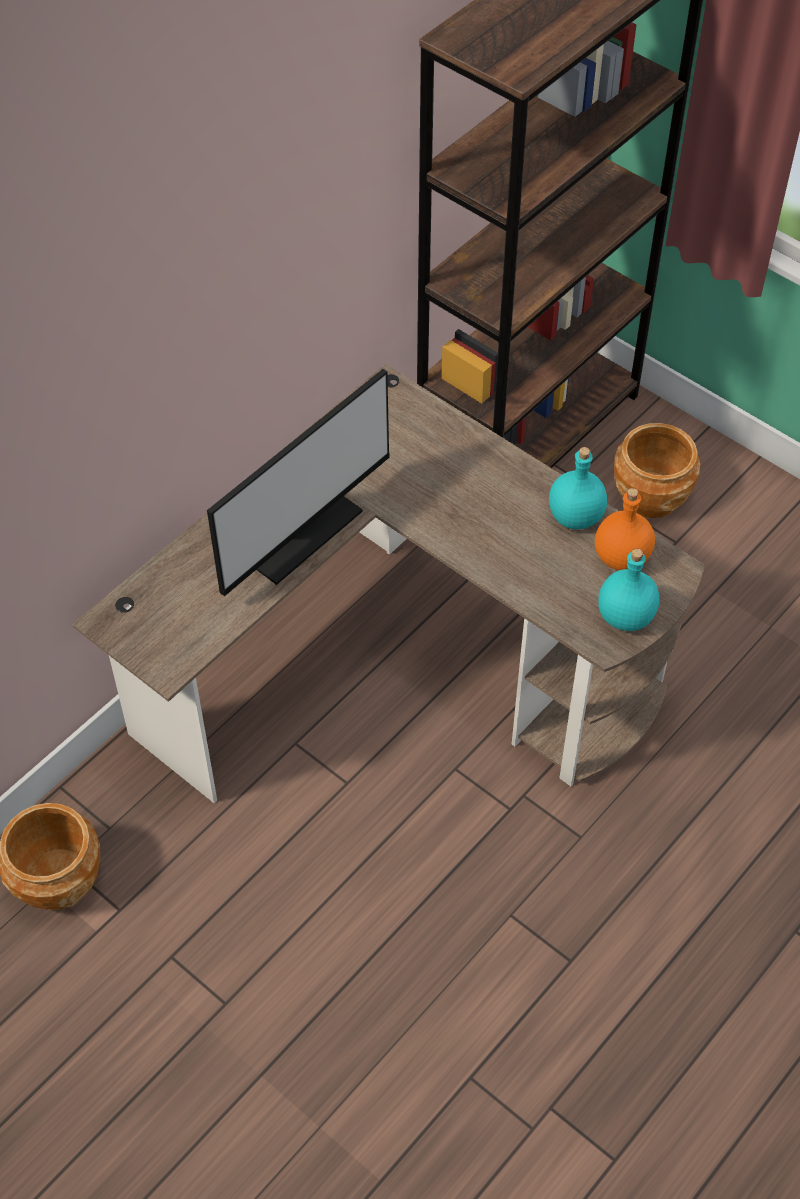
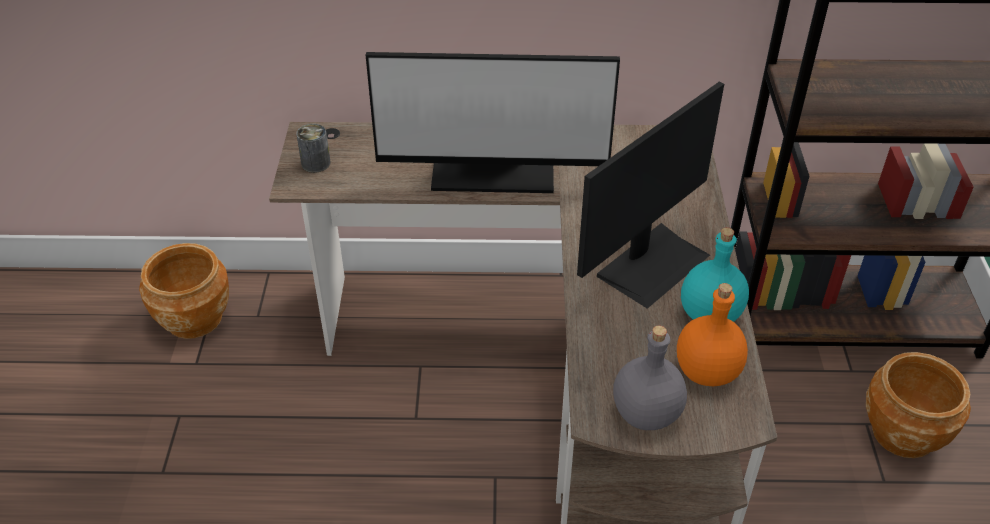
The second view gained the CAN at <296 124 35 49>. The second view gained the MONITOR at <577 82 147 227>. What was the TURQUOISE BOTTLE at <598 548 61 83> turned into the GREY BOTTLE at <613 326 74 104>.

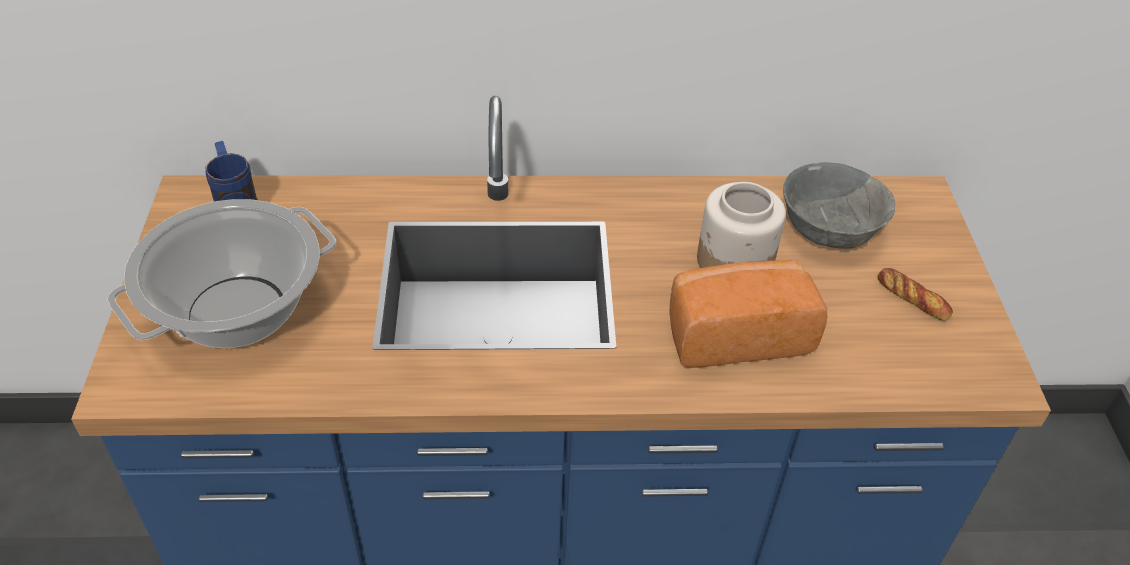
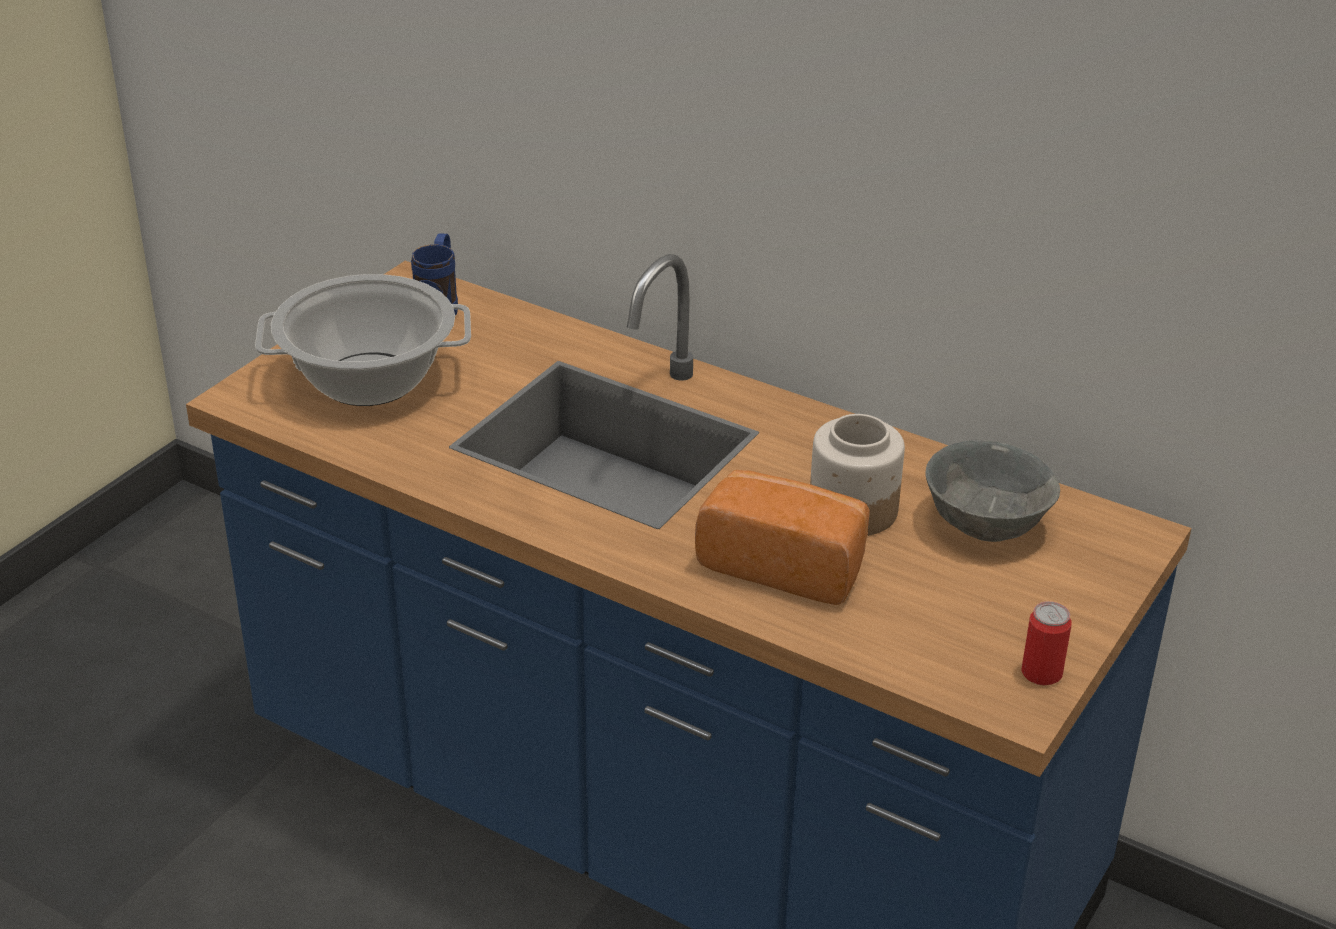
The second view gained the CAN at <1021 601 51 84>. The second view lost the BREAD at <877 268 76 53>.

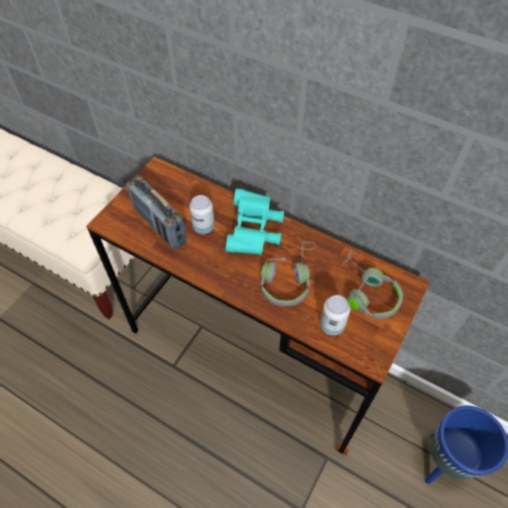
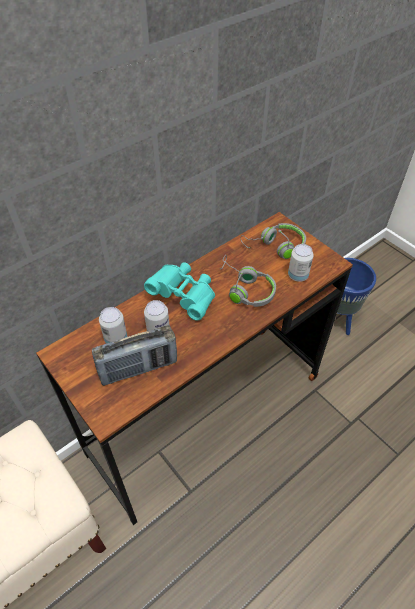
The second view gained the CAN at <99 307 28 37>.

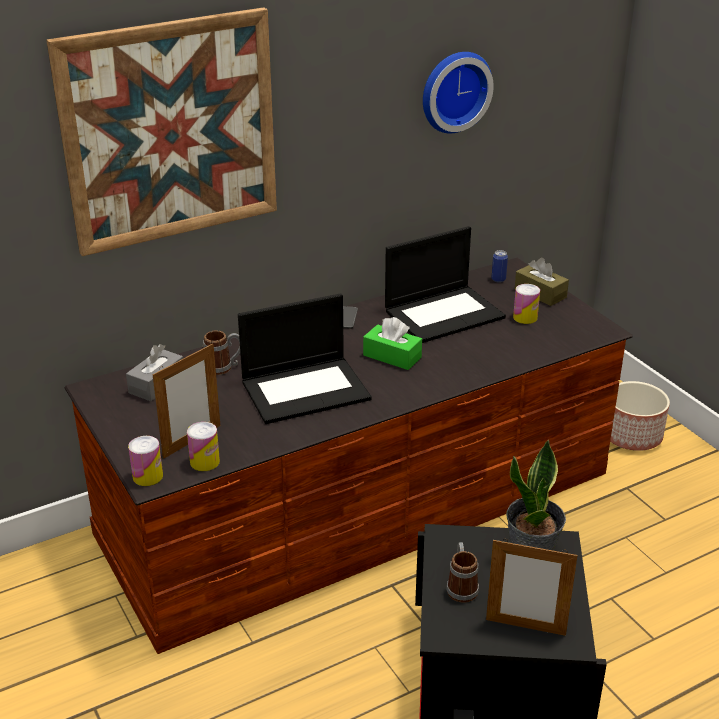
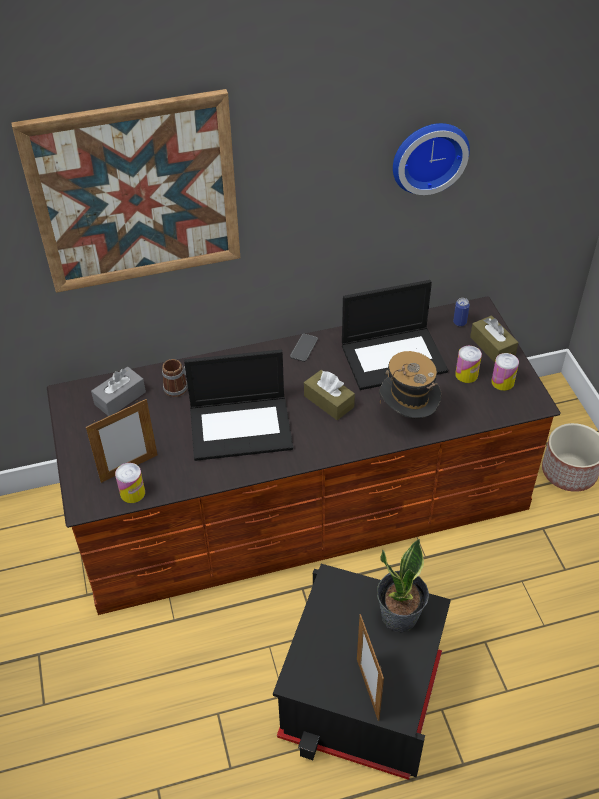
What was the GREEN TISSUE BOX at <363 317 59 53> turned into the BROWN TISSUE BOX at <304 370 51 50>. The PICTURE FRAME at <486 539 92 97> ended up facing another way, 45 degrees clockwise from before. The second view gained the HAT at <379 351 63 67>. The CAN ended up elsewhere, having gone from <128 436 35 50> to <491 353 28 38>. The second view lost the MUG at <447 542 32 61>.

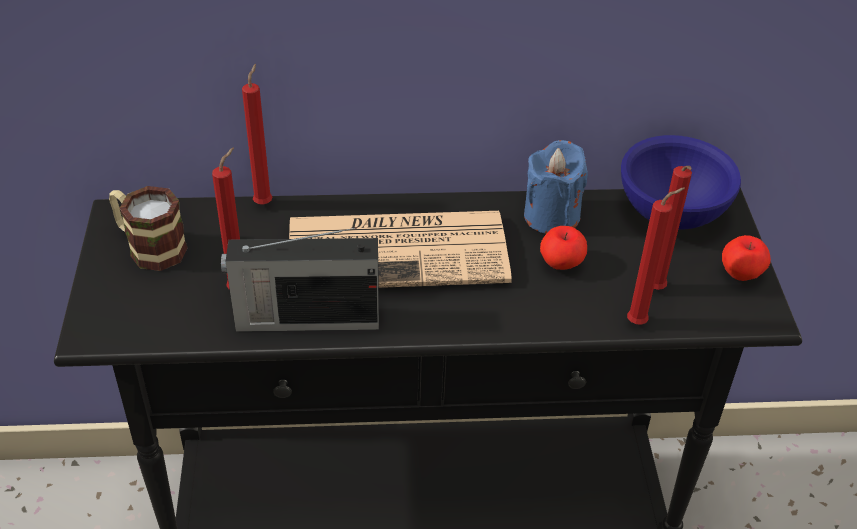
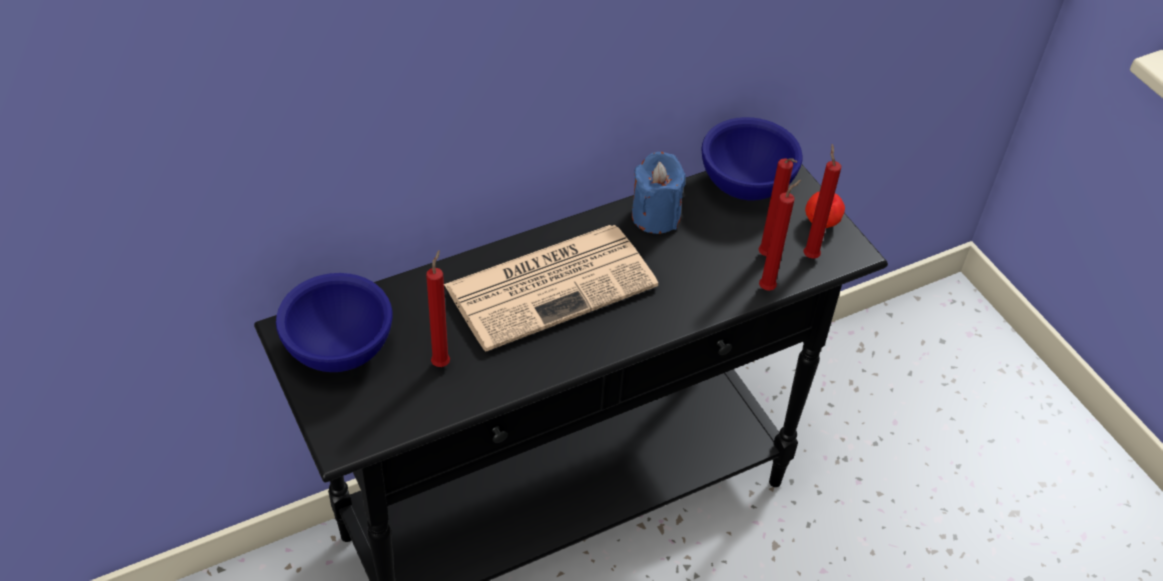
Where the MUG stood at <109 186 79 85>, the BLUE BOWL came to stand at <276 273 116 99>. The RED CANDLE ended up elsewhere, having gone from <242 64 30 141> to <803 144 38 115>. The second view lost the RADIO at <221 227 158 105>. The second view lost the APPLE at <540 226 47 44>.

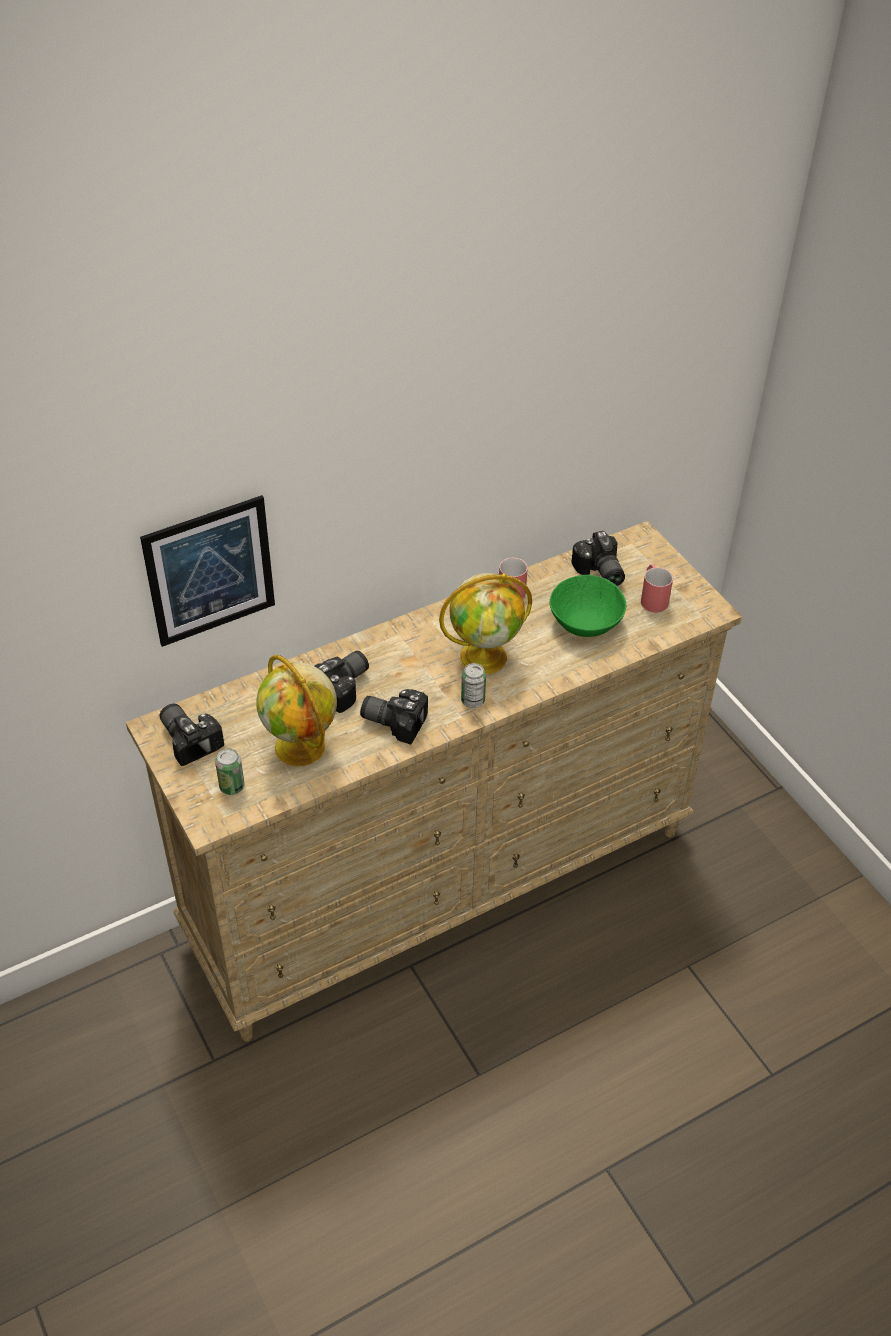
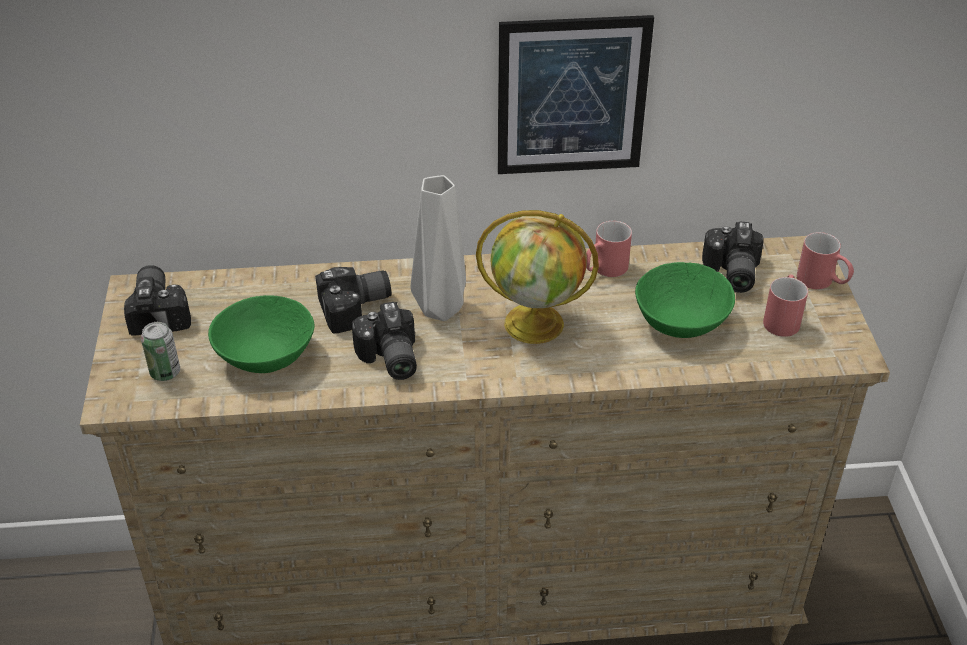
Where the GLOBE stood at <256 655 81 111>, the GREEN BOWL came to stand at <208 295 107 78>. The PHOTO CAMERA at <360 689 68 56> ended up facing another way, 150 degrees counterclockwise from before. The second view gained the GREY VASE at <410 175 56 146>. The PICTURE ended up elsewhere, having gone from <140 495 135 152> to <498 15 156 159>. The second view gained the RED MUG at <797 232 57 57>. The second view lost the CAN at <461 663 25 45>.

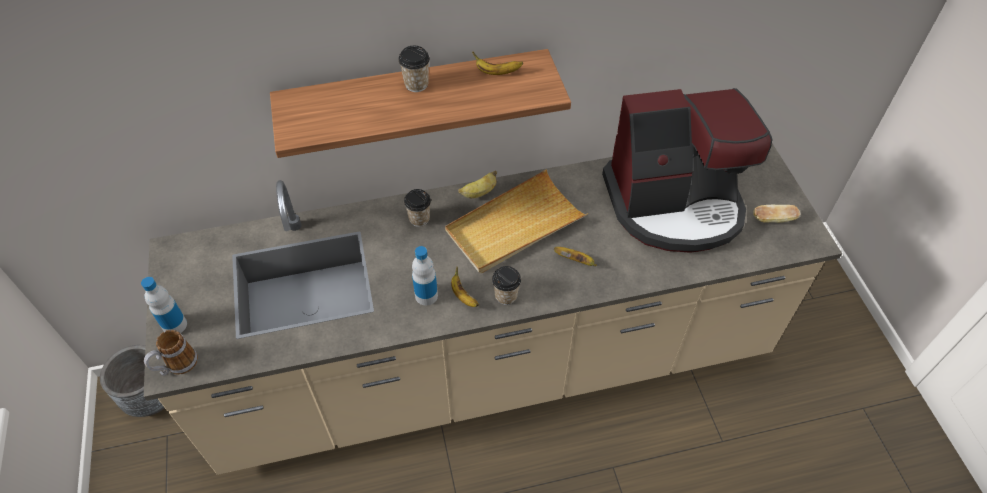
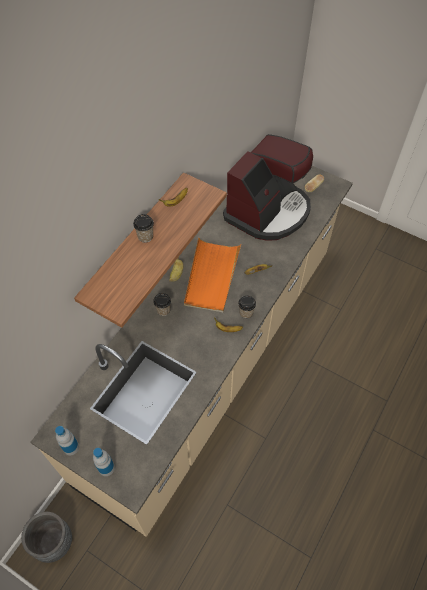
The BOTTLE ended up elsewhere, having gone from <412 246 26 59> to <55 426 24 29>. What was the BEIGE TRAY at <445 169 143 104> turned into the ORANGE TRAY at <184 237 57 75>. The second view lost the MUG at <144 330 54 46>.

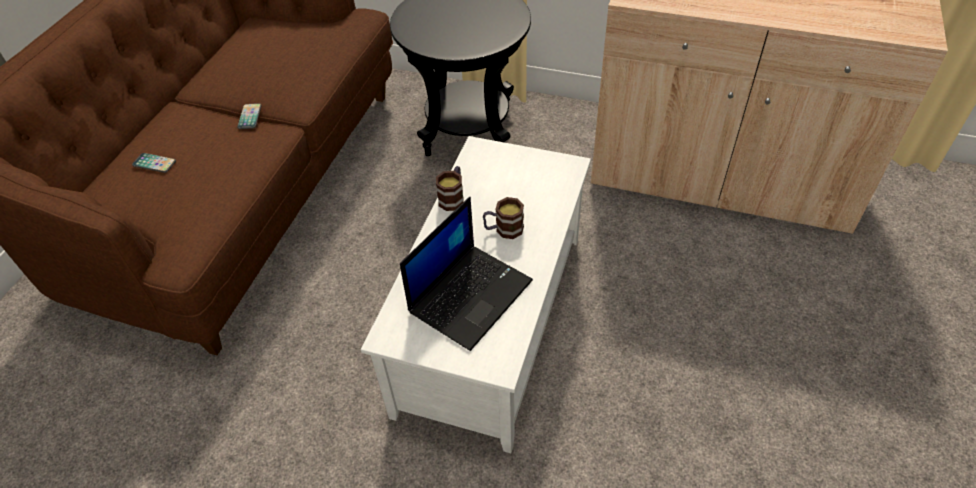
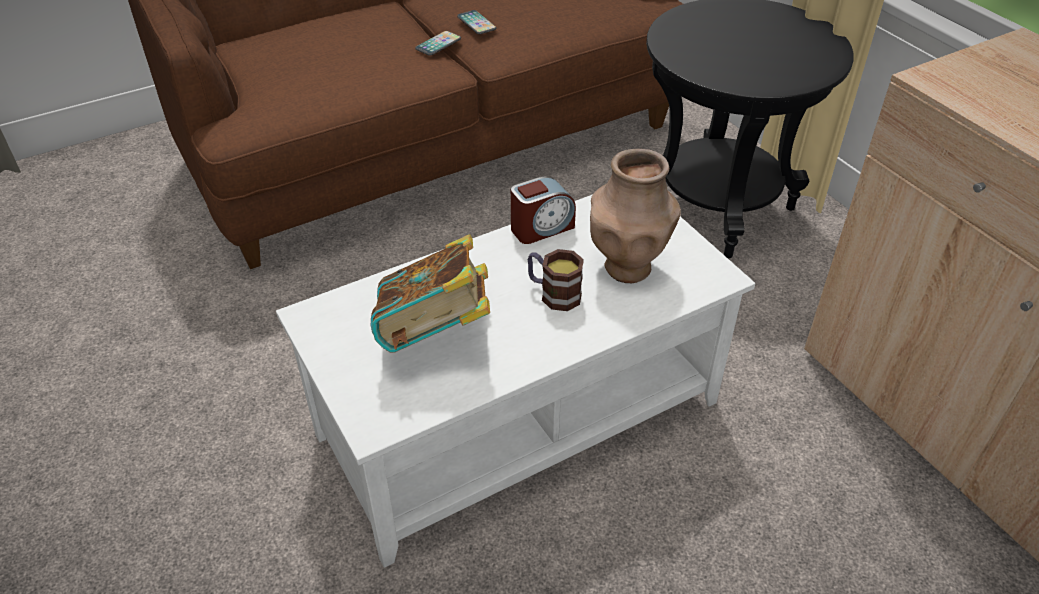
Where the LAPTOP stood at <400 197 133 154>, the BOOK came to stand at <370 234 120 119>. The PHONE ended up elsewhere, having gone from <132 153 44 20> to <457 10 39 24>. Where the MUG stood at <436 166 28 45>, the ALARM CLOCK came to stand at <511 176 65 68>. The second view gained the BROWN VASE at <590 149 91 134>.

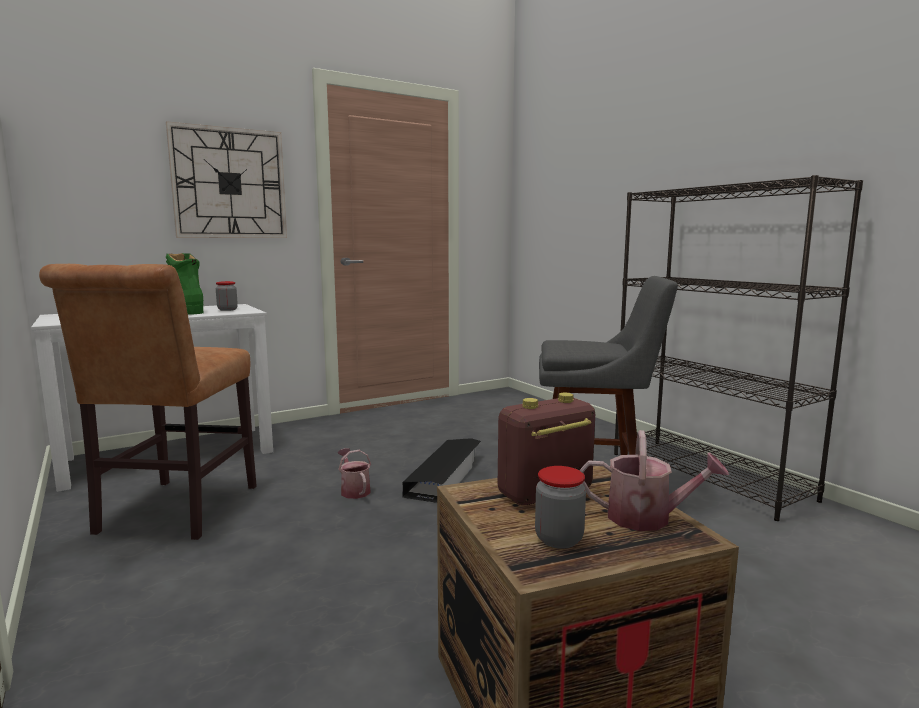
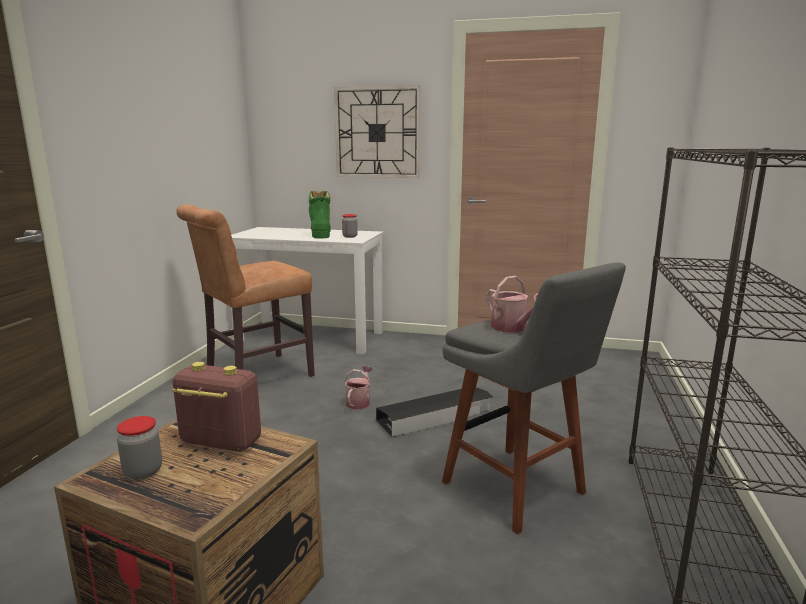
The WATERING CAN ended up elsewhere, having gone from <580 430 149 101> to <486 276 52 56>.

